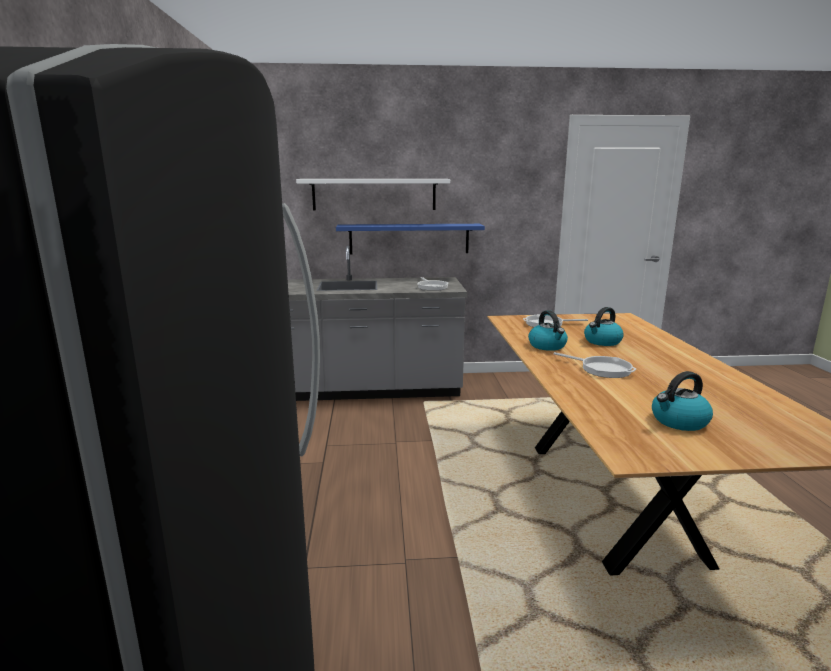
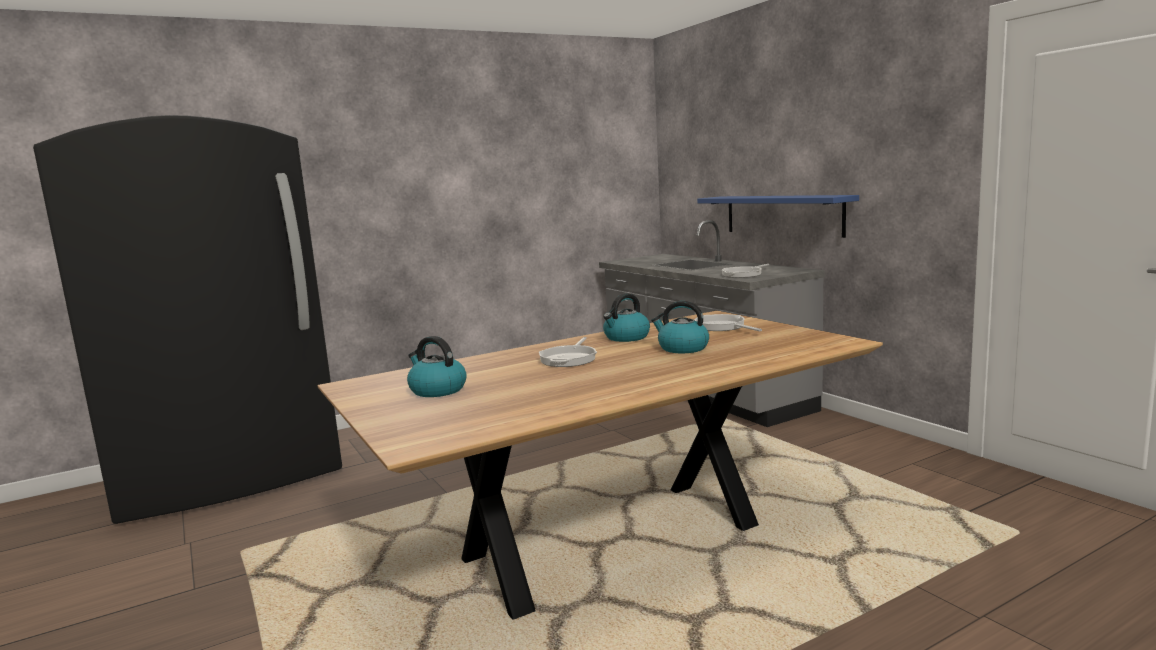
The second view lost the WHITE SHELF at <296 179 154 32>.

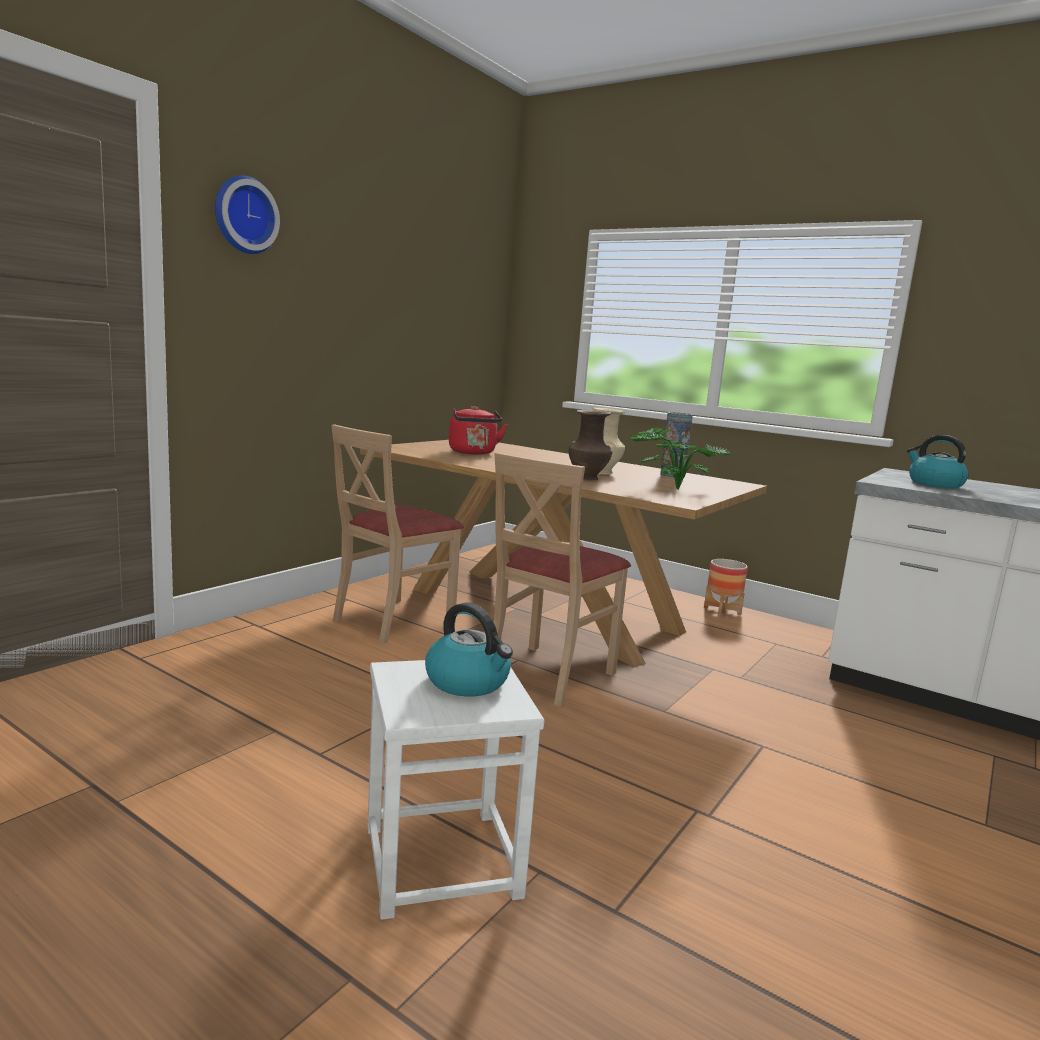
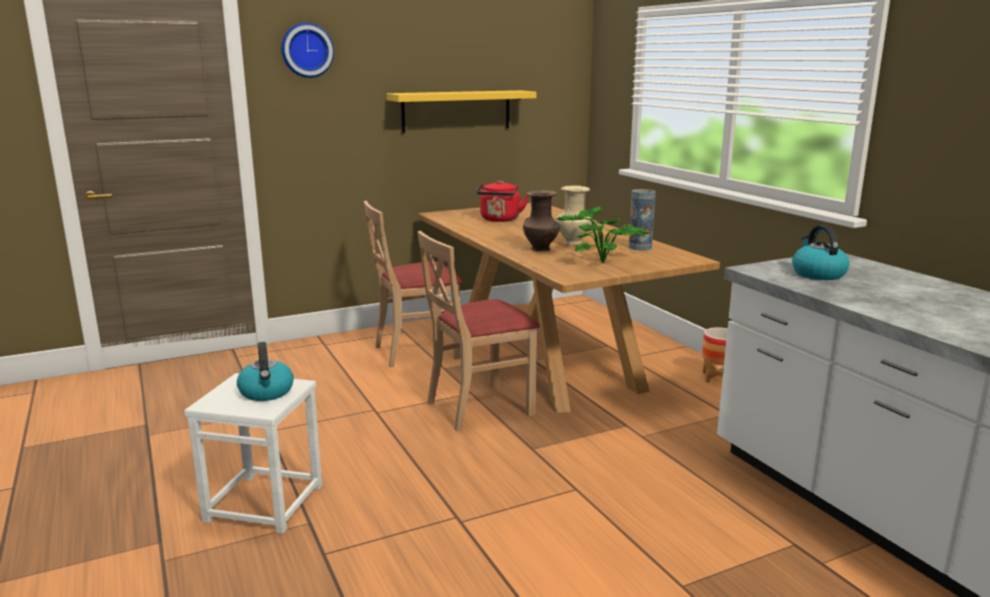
The second view gained the YELLOW SHELF at <387 90 149 43>.

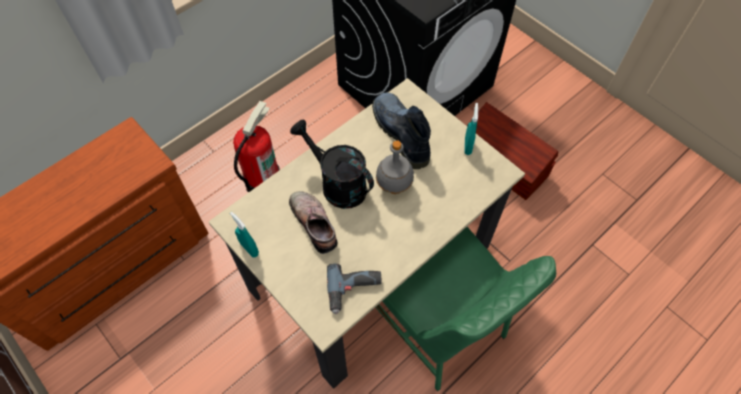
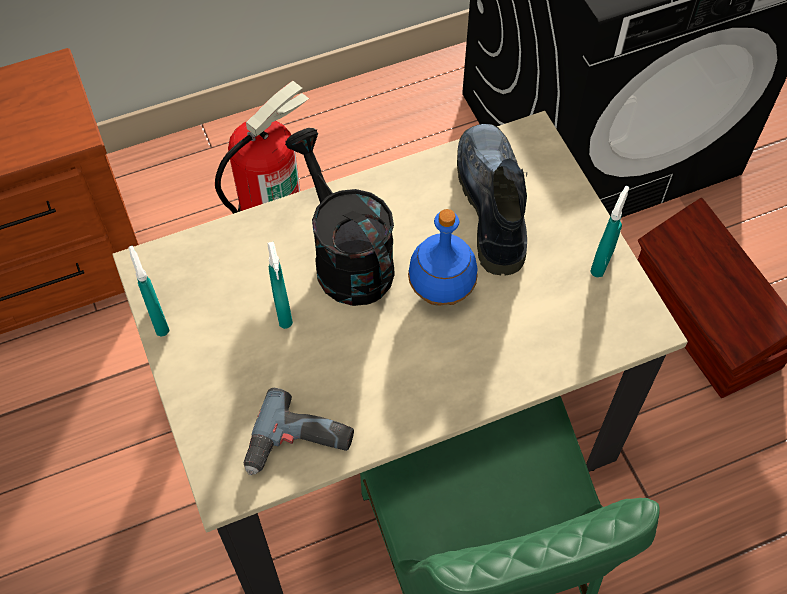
Where the SHOE stood at <289 191 48 63>, the TURQUOISE SPRAY BOTTLE came to stand at <268 242 25 87>. What was the GREY BOTTLE at <376 140 38 54> turned into the BLUE BOTTLE at <408 209 70 97>.

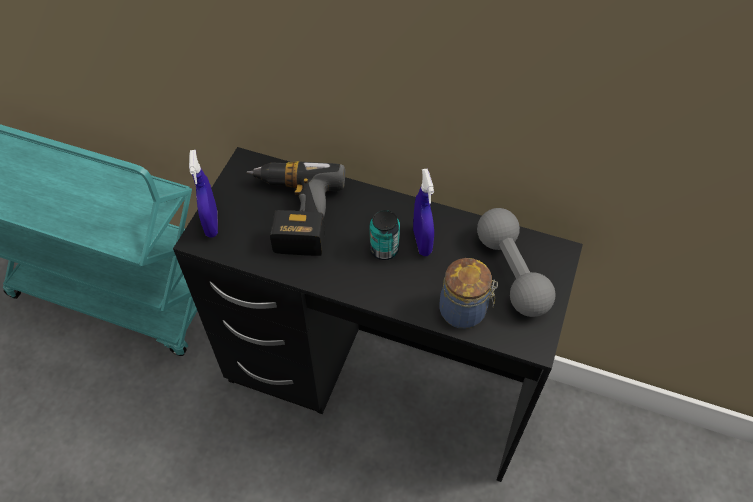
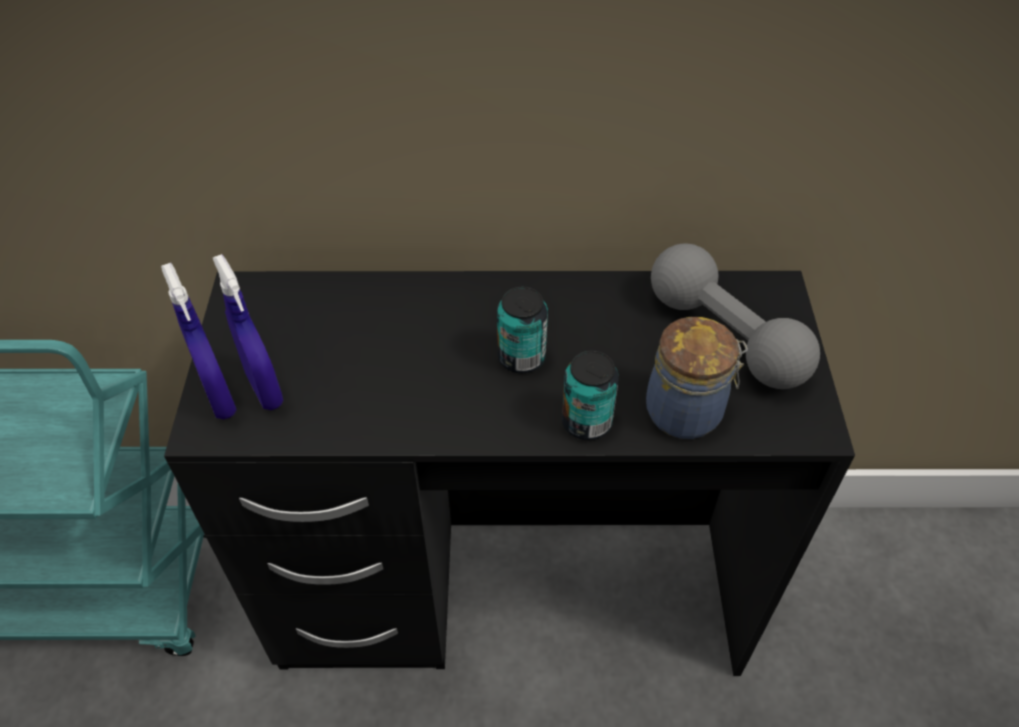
The BLUE SPRAY BOTTLE ended up elsewhere, having gone from <413 169 21 87> to <213 254 70 156>. The second view gained the CAN at <561 351 58 89>. The second view lost the POWER DRILL at <247 161 98 95>.

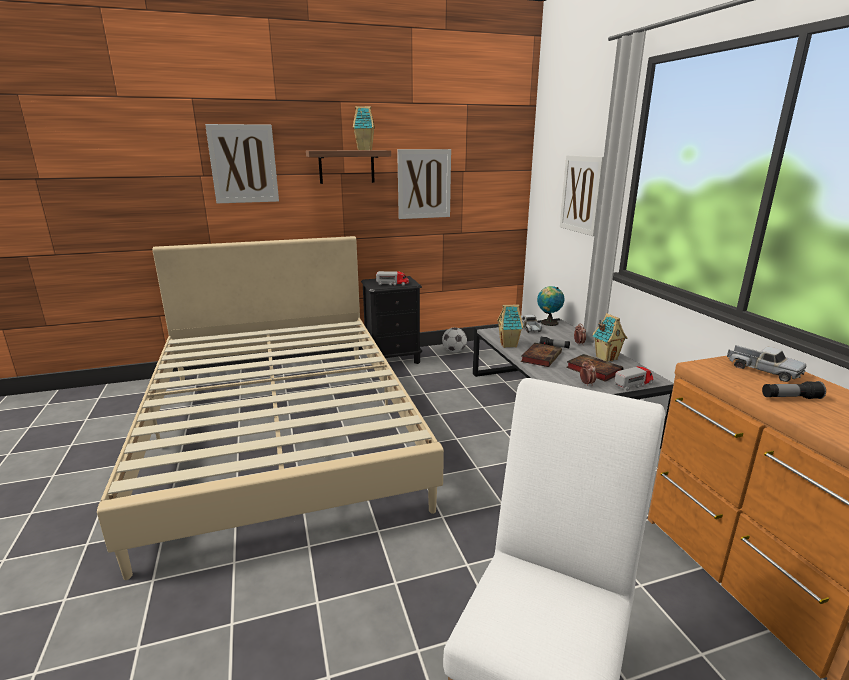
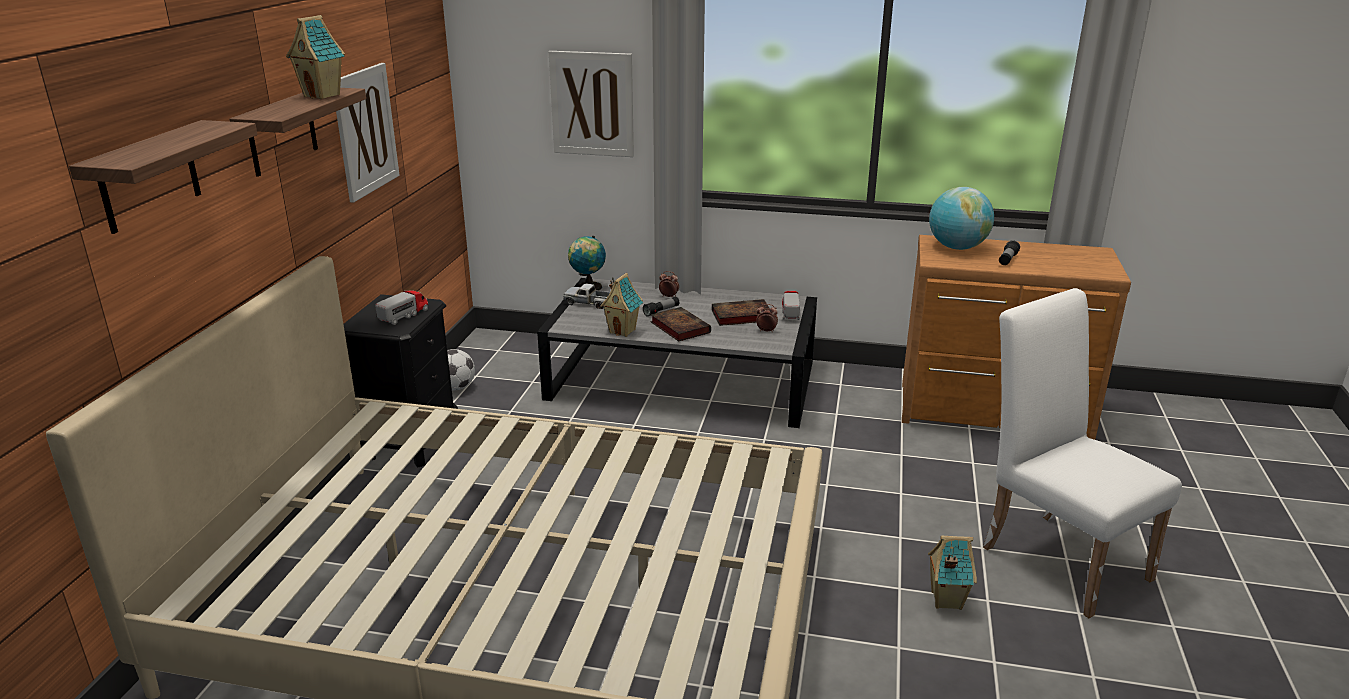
Where the PICTURE hung at <205 124 74 79>, the SHELF came to hang at <69 120 189 114>. The TOY HOUSE ended up elsewhere, having gone from <592 313 35 49> to <928 536 49 74>. Where the TOY TRUCK stood at <727 345 79 37>, the GLOBE came to stand at <929 187 65 63>.

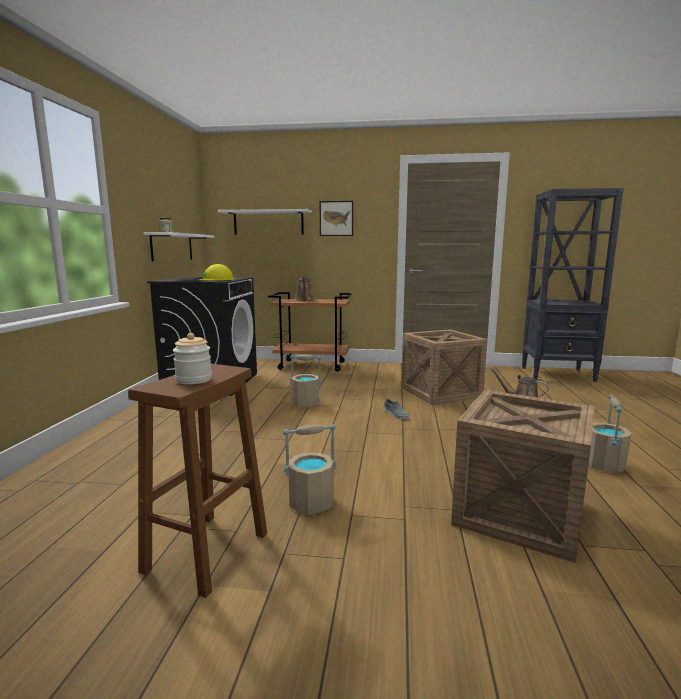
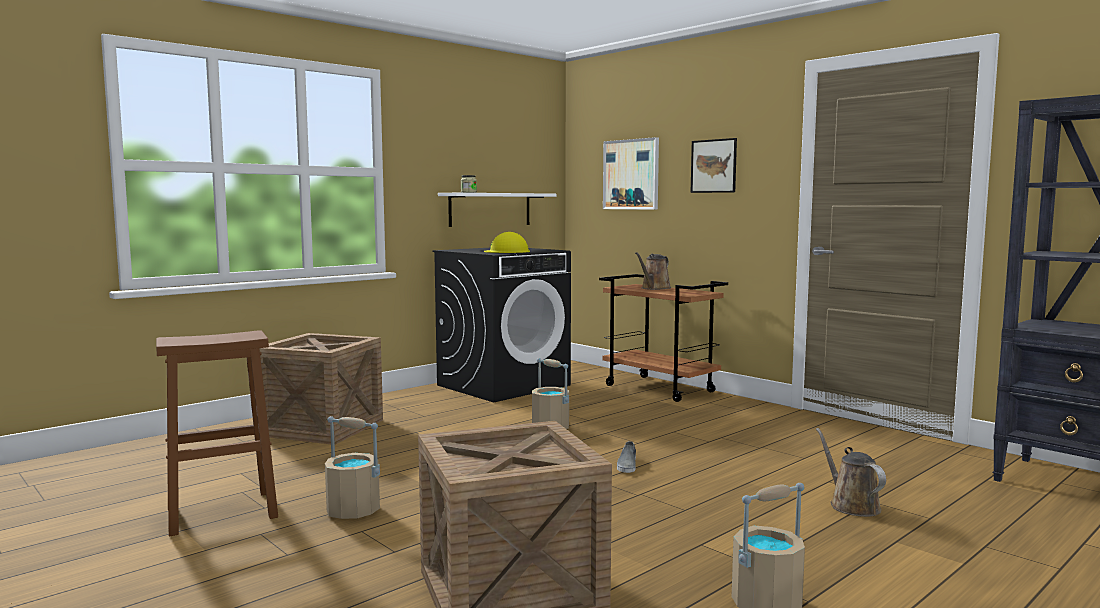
The CRATE ended up elsewhere, having gone from <401 329 87 76> to <259 333 124 112>. Where the WHITE SHELF hung at <218 209 94 26>, the PICTURE came to hang at <603 137 56 73>. The second view lost the JAR at <173 333 39 51>.

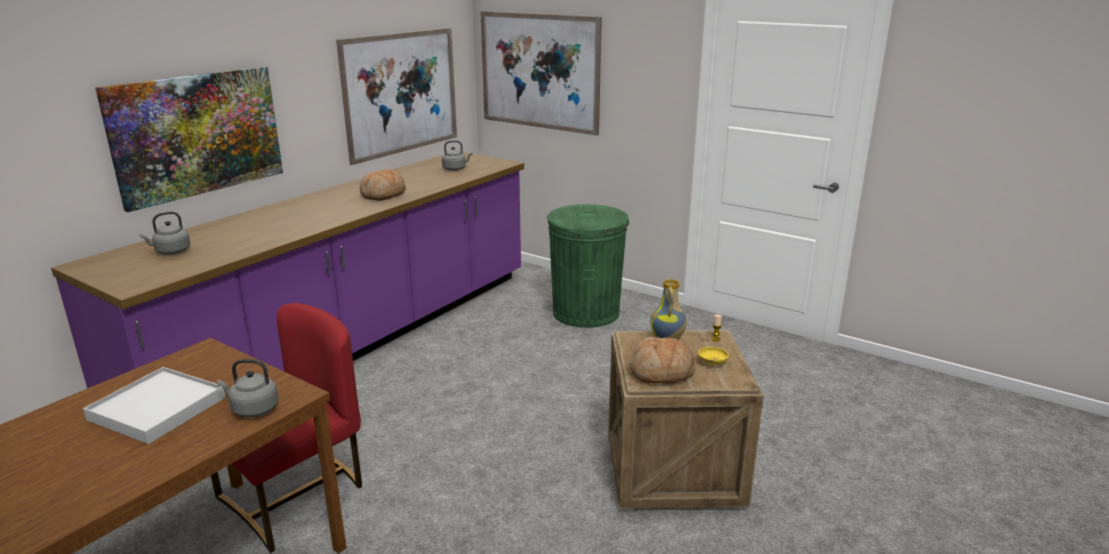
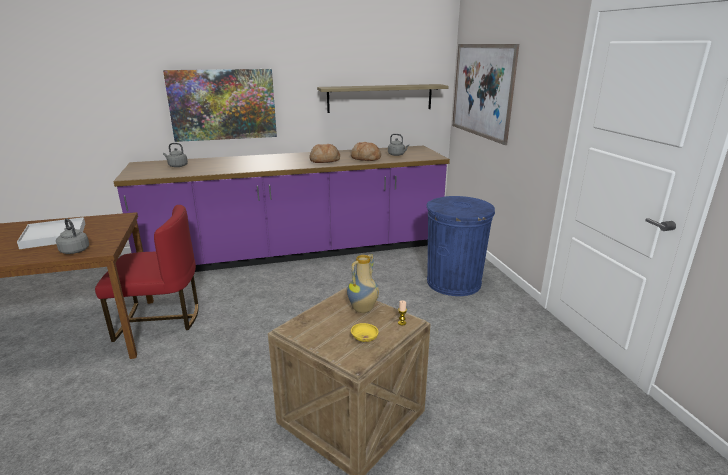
Where the PICTURE hung at <336 28 121 137>, the SHELF came to hang at <317 84 132 29>. The BREAD ended up elsewhere, having gone from <630 337 65 47> to <351 142 30 19>. What was the GREEN TRASH CAN at <547 204 82 124> turned into the BLUE TRASH CAN at <427 196 68 100>.

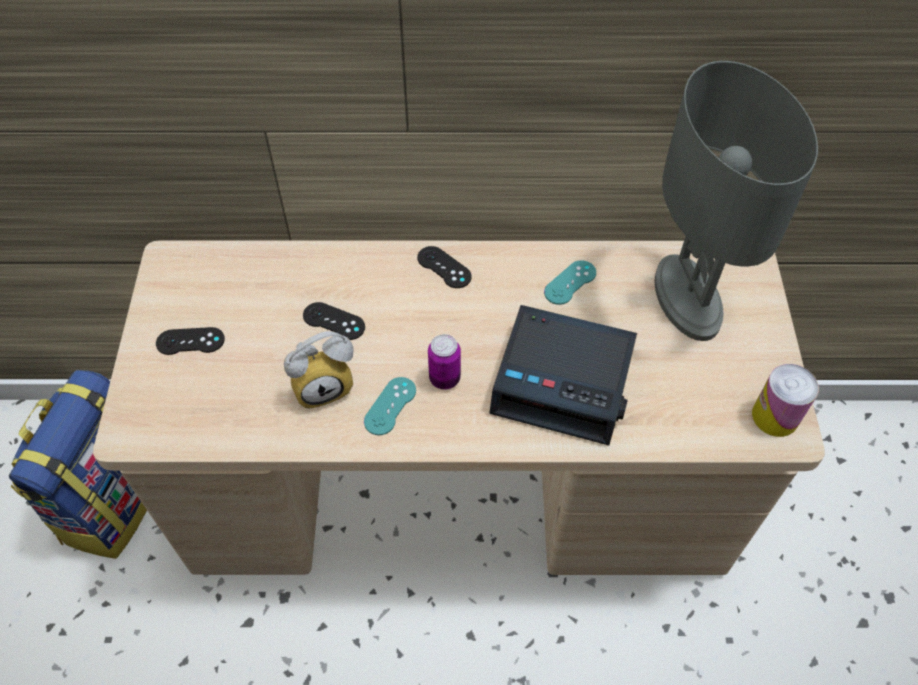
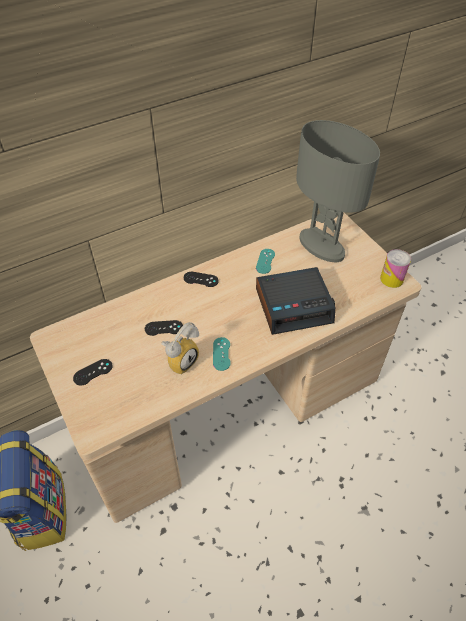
The second view lost the CAN at <428 334 33 55>.

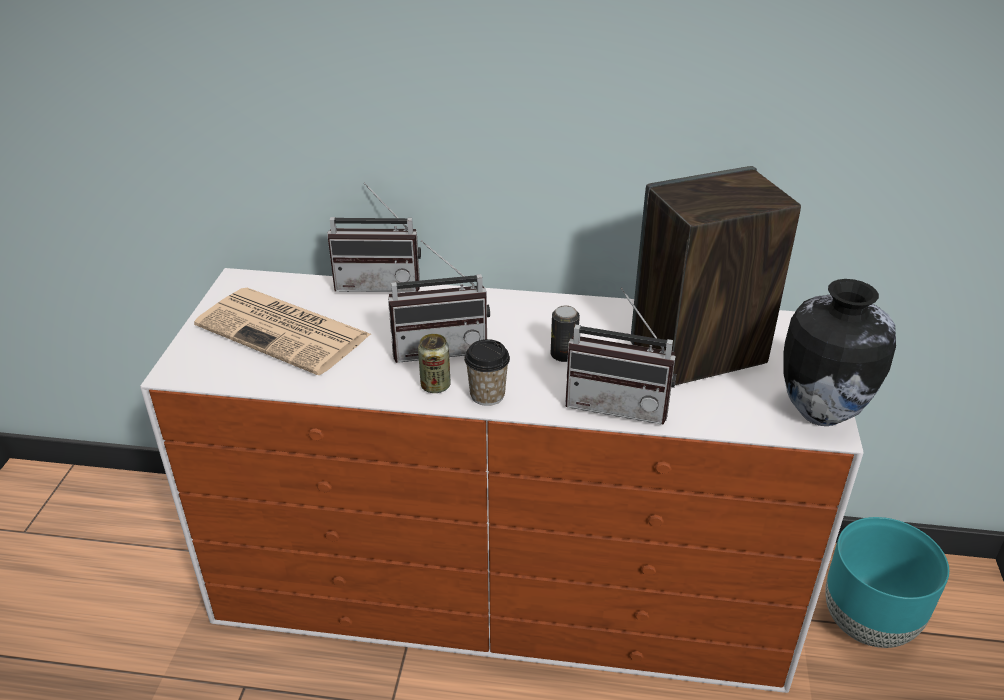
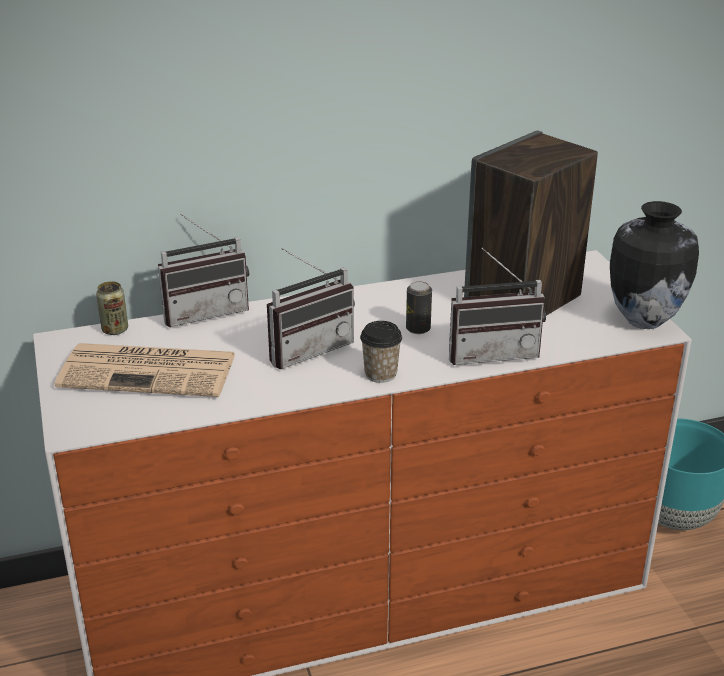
The CAN ended up elsewhere, having gone from <418 334 33 59> to <96 281 32 54>.

